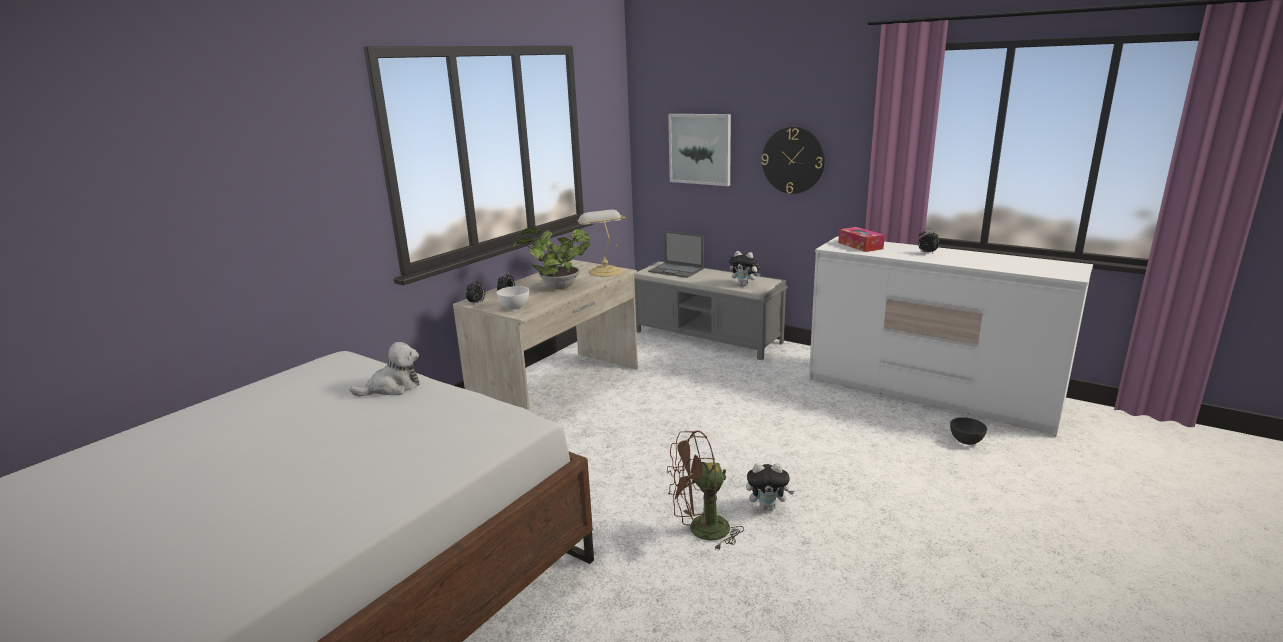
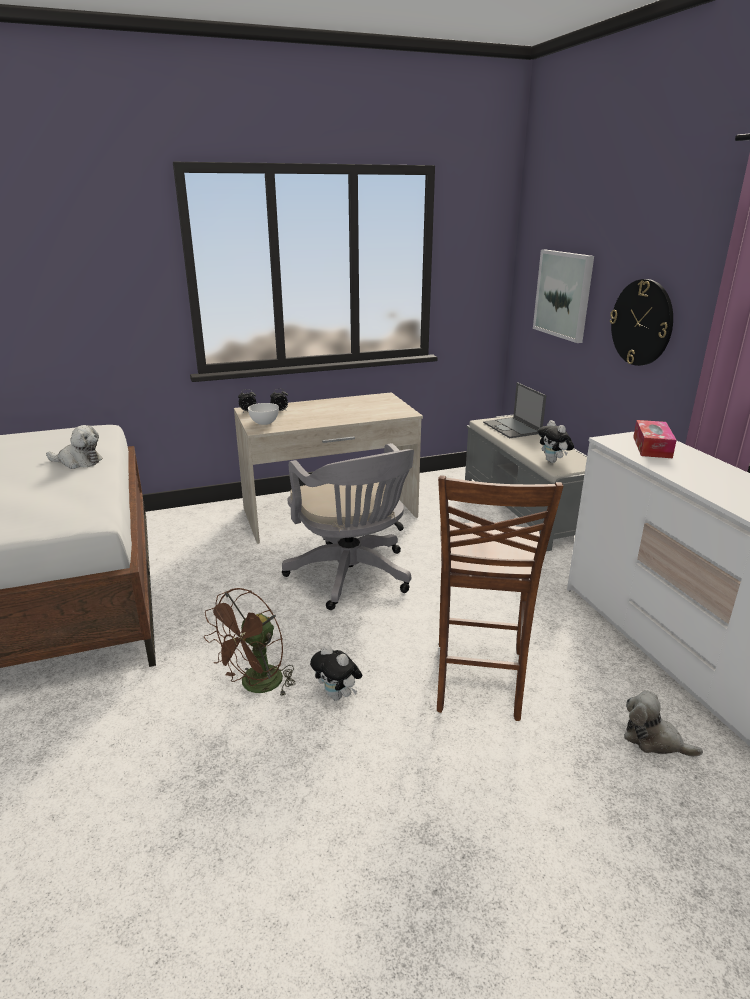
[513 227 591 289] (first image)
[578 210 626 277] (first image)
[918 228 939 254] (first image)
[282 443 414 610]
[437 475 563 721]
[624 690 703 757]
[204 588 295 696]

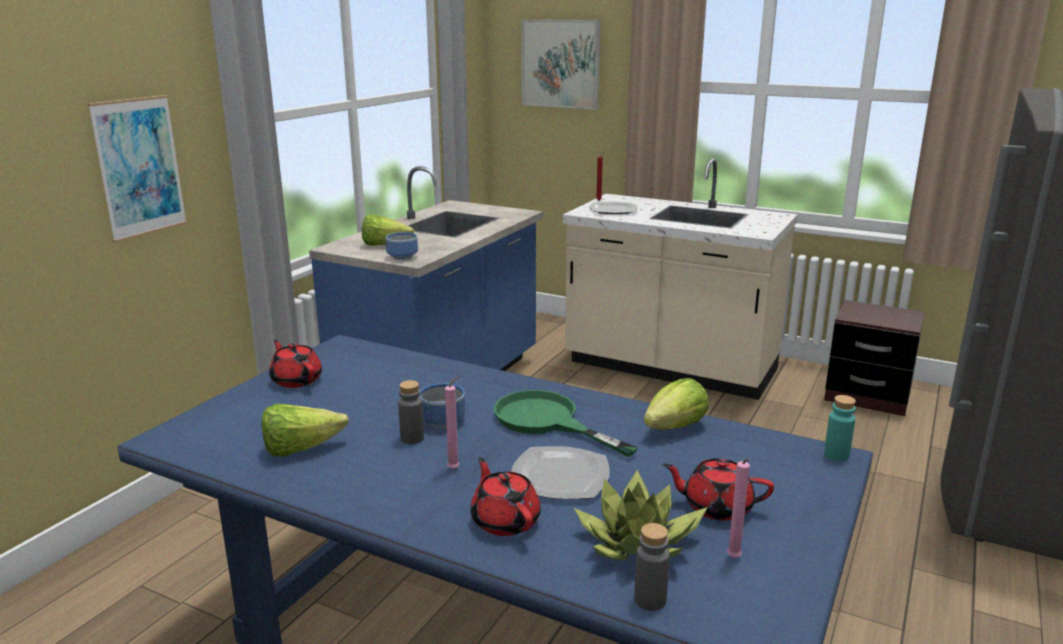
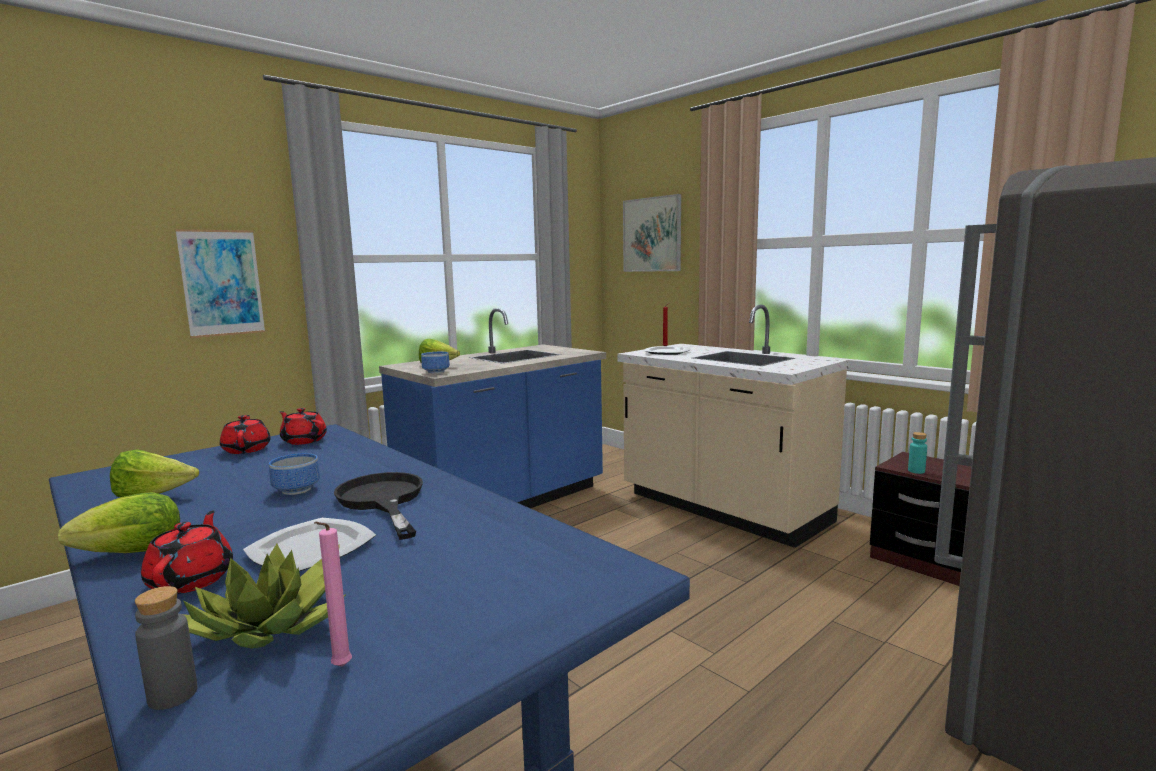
[398 380 424 444] (first image)
[445 376 460 469] (first image)
[58 492 180 553]
[279 408 327 445]
[908 432 927 474]
[334 472 423 540]

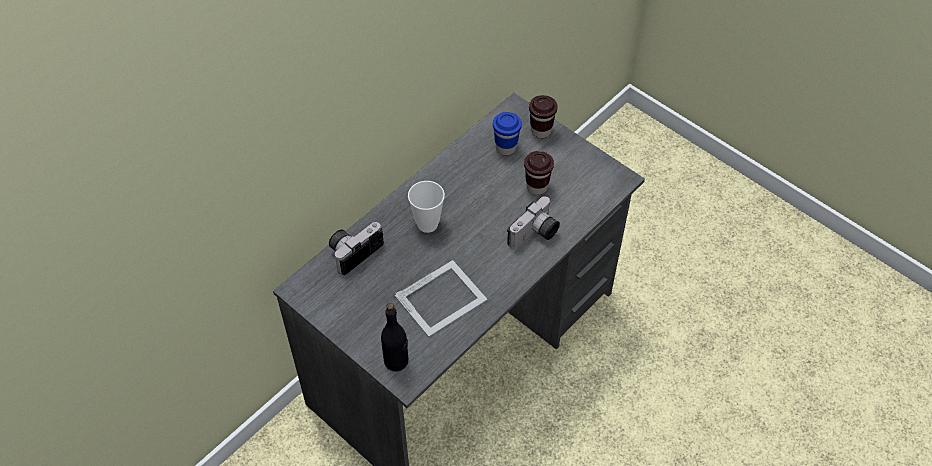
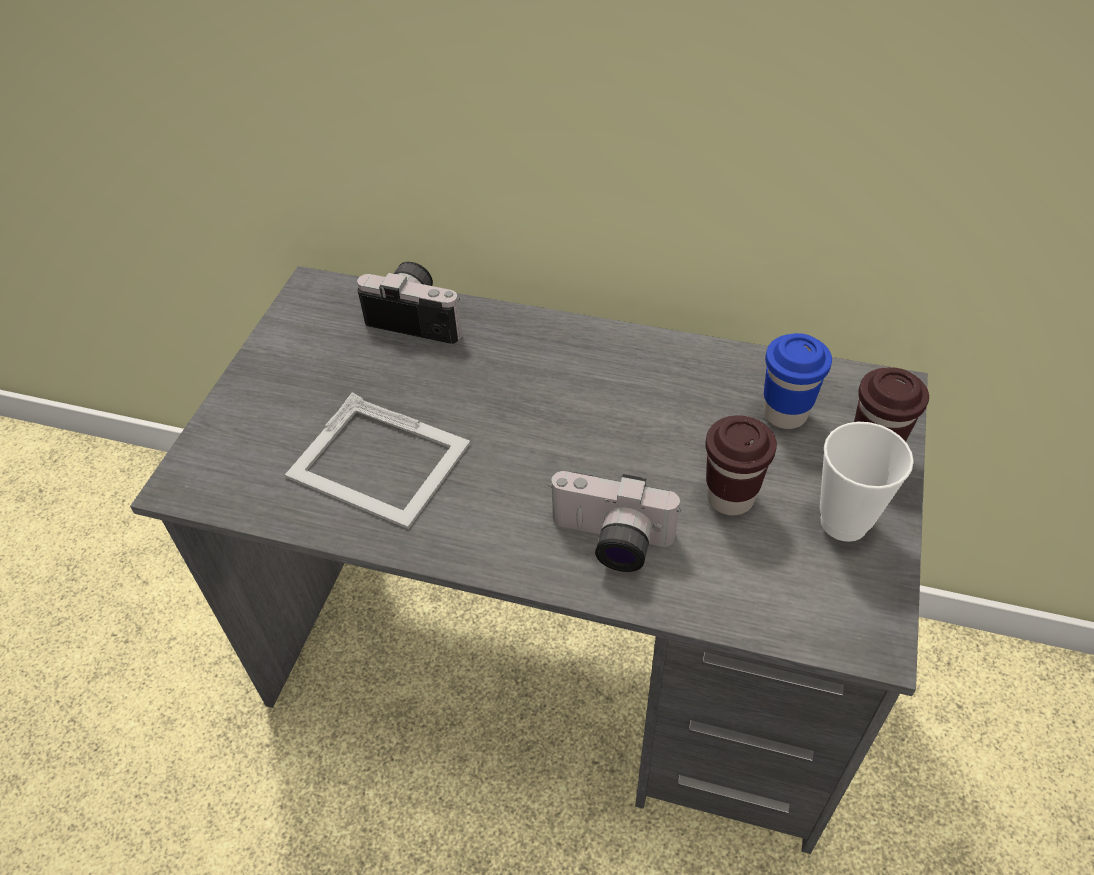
[381 303 409 372] (first image)
[820 422 914 542]

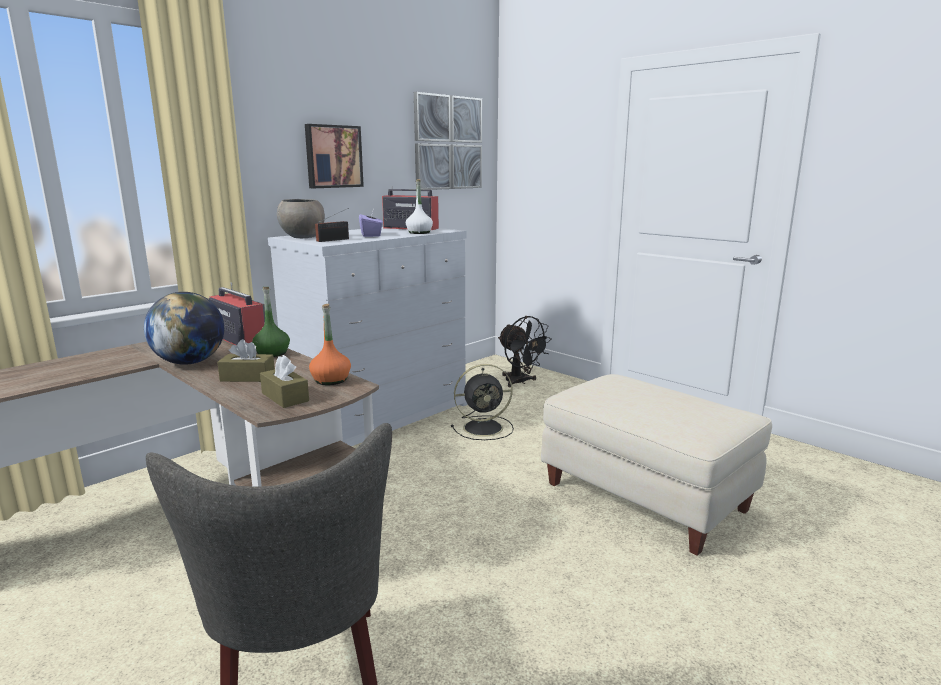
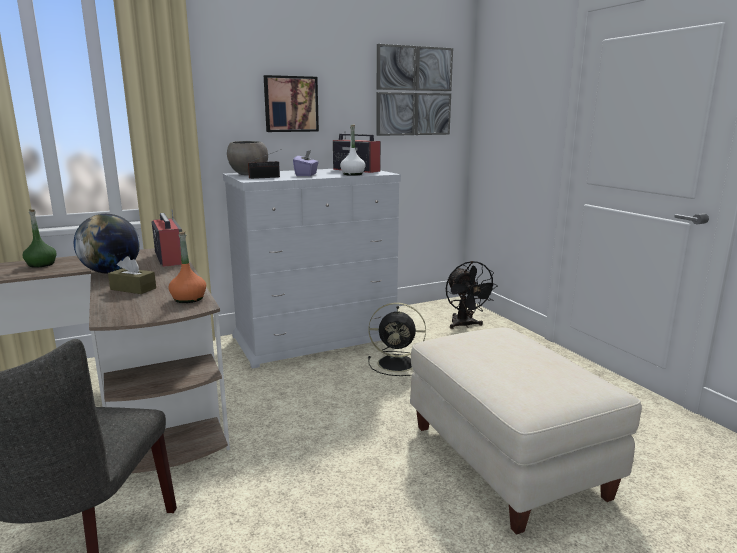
[260 355 309 408] (first image)
[23 209 57 268]

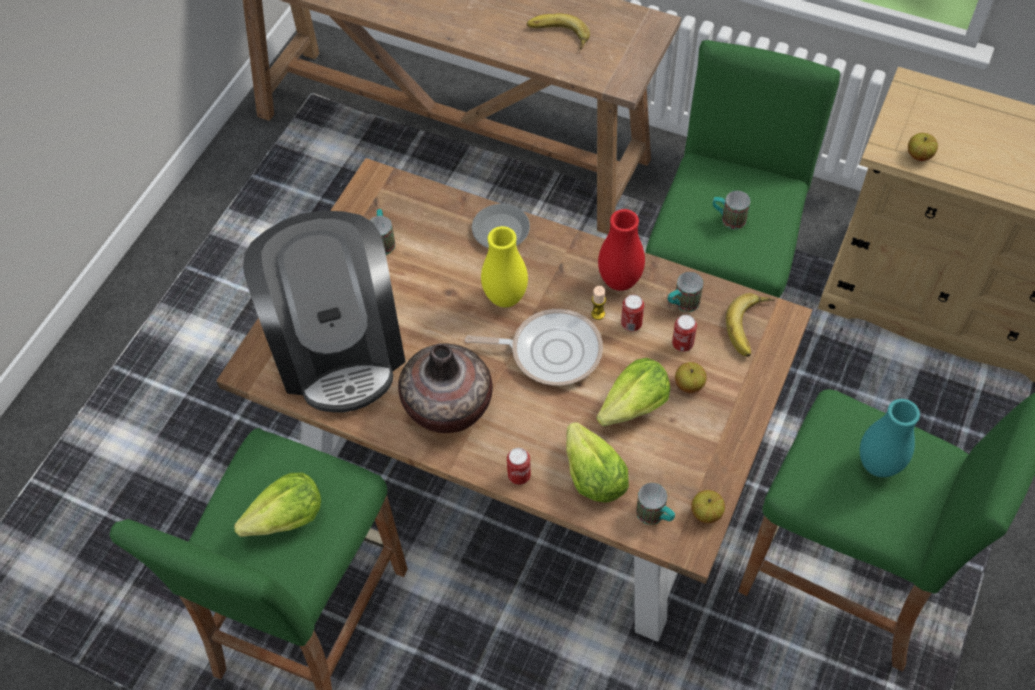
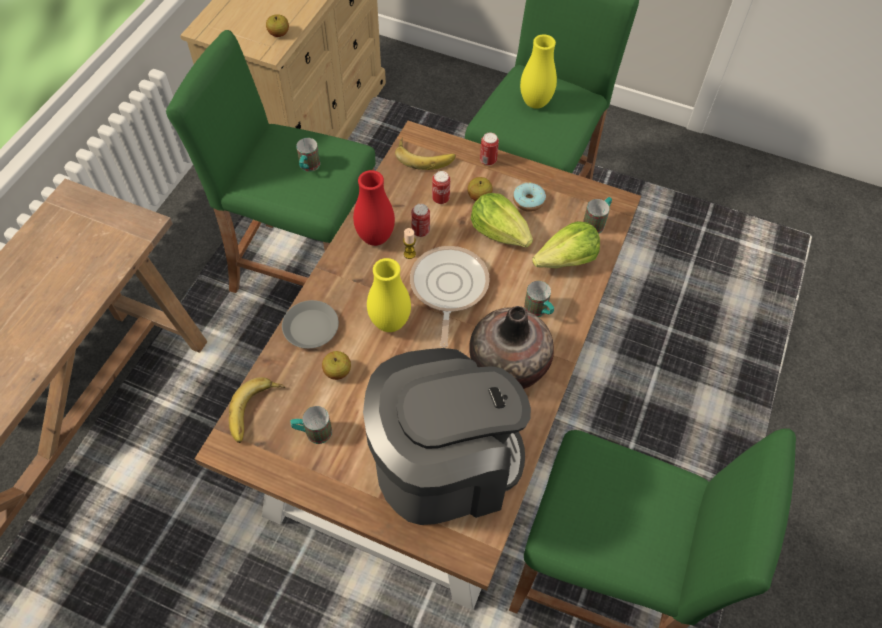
[234 472 321 537] (first image)
[513 183 546 212]
[480 133 499 166]
[229 377 285 443]
[524 281 554 317]
[322 351 351 380]
[520 34 557 109]

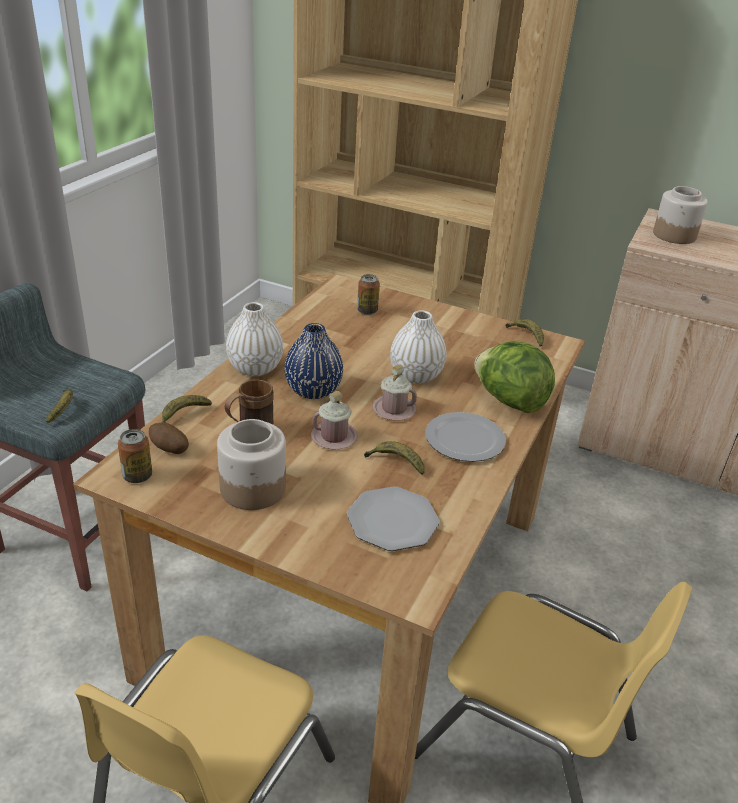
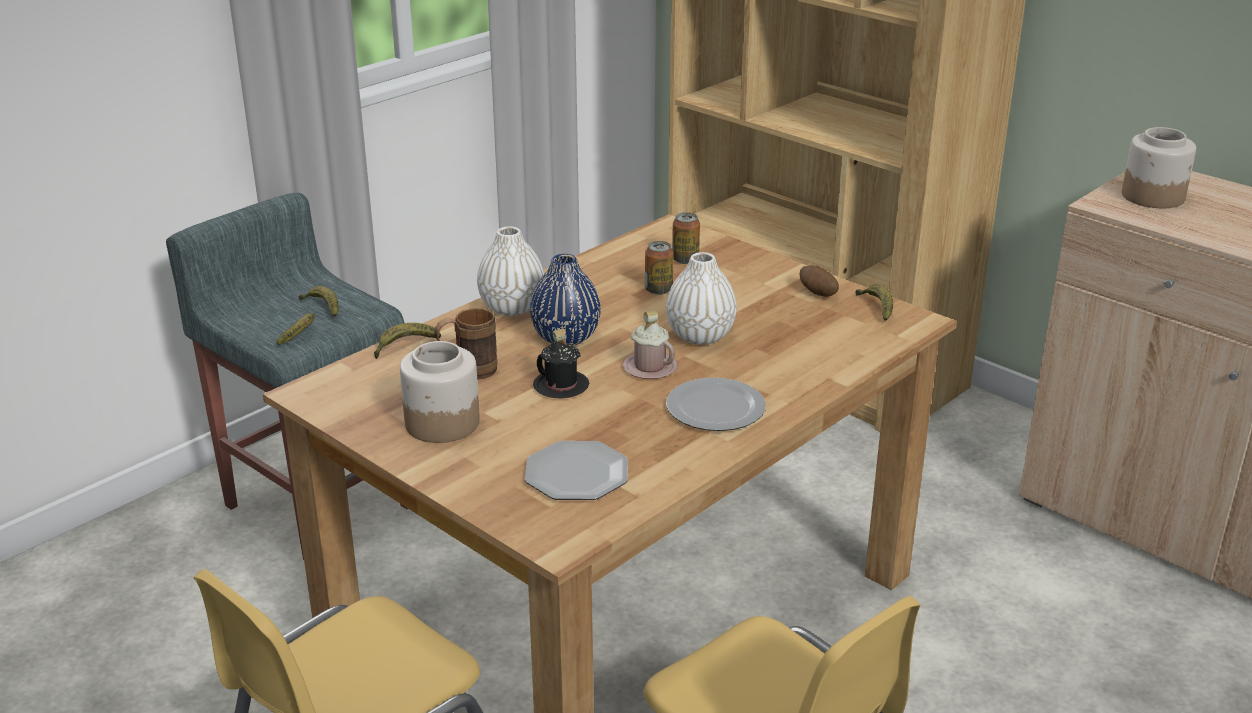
[474 341 555 413] (first image)
[645 241 674 295]
[799 265 839 297]
[298 286 339 317]
[533 328 589 399]

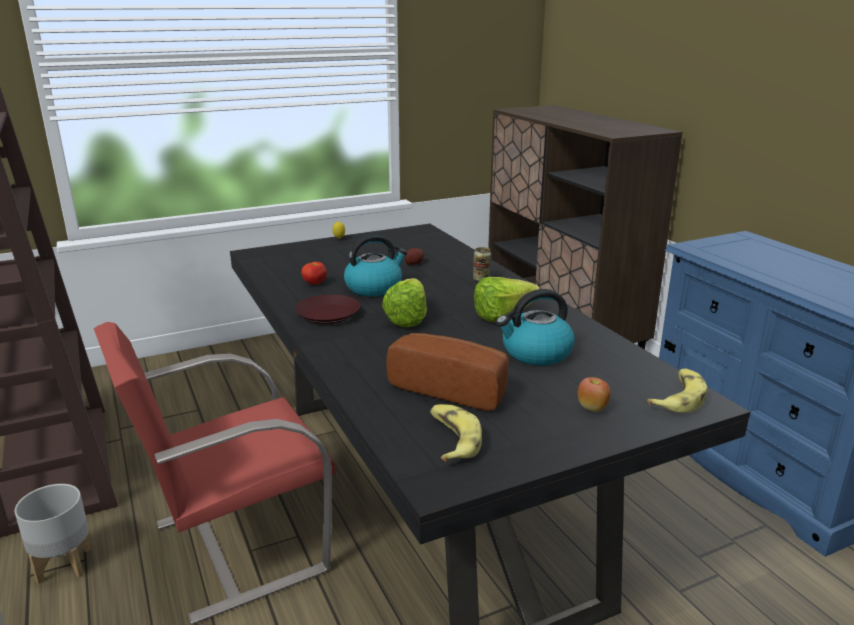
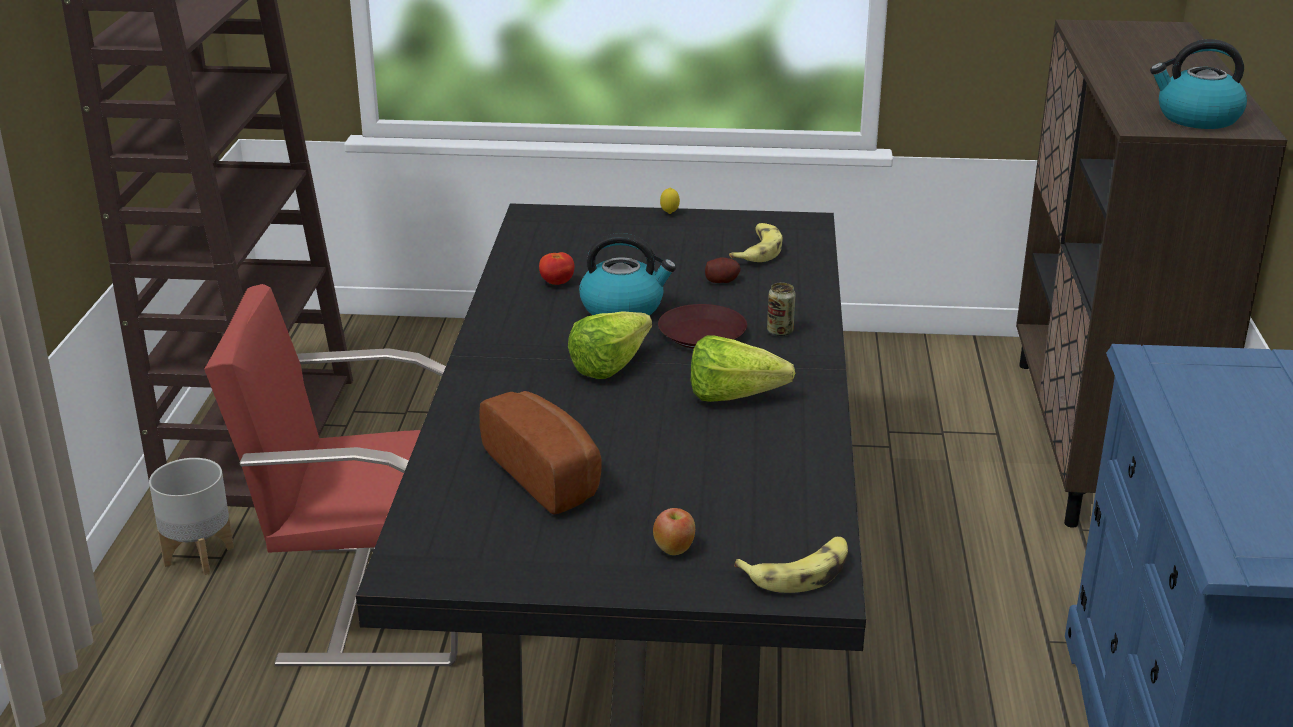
[658 304 747 349]
[729 223 783 262]
[1150 39 1247 129]

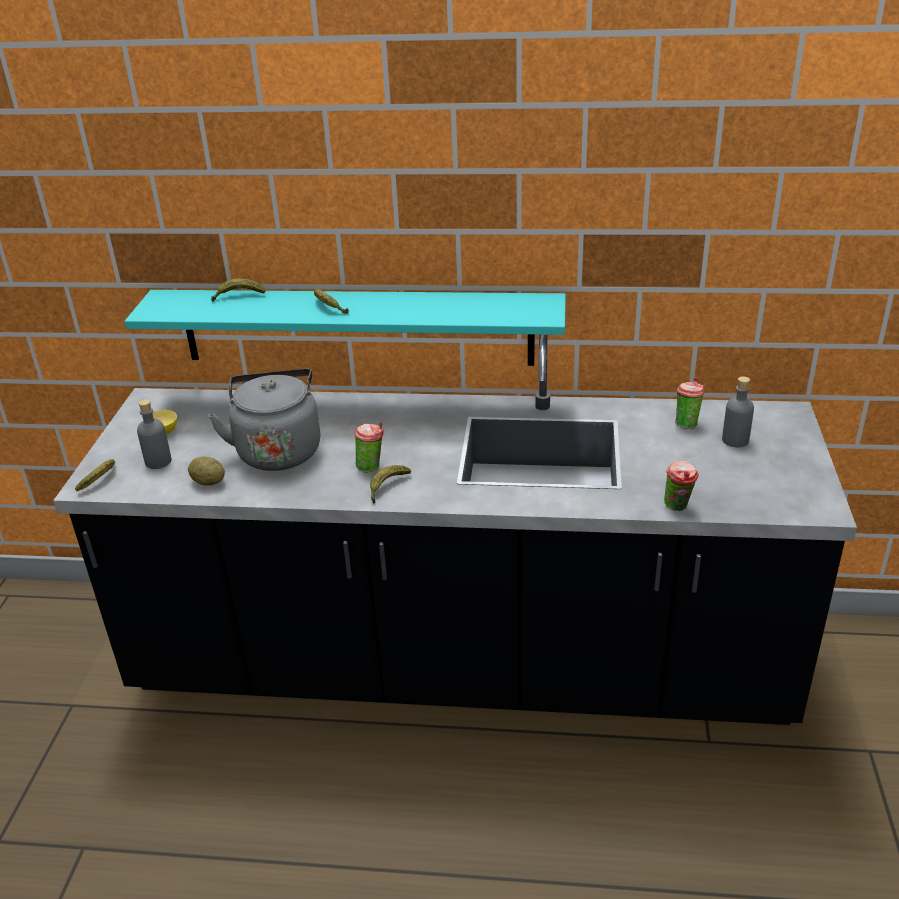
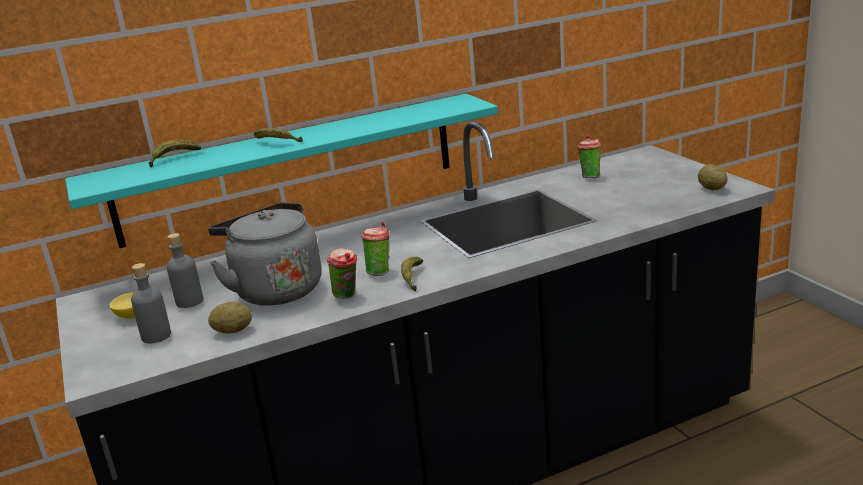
[75 459 115 491] (first image)
[698 164 727 191]
[327 248 357 299]
[167 233 203 308]

